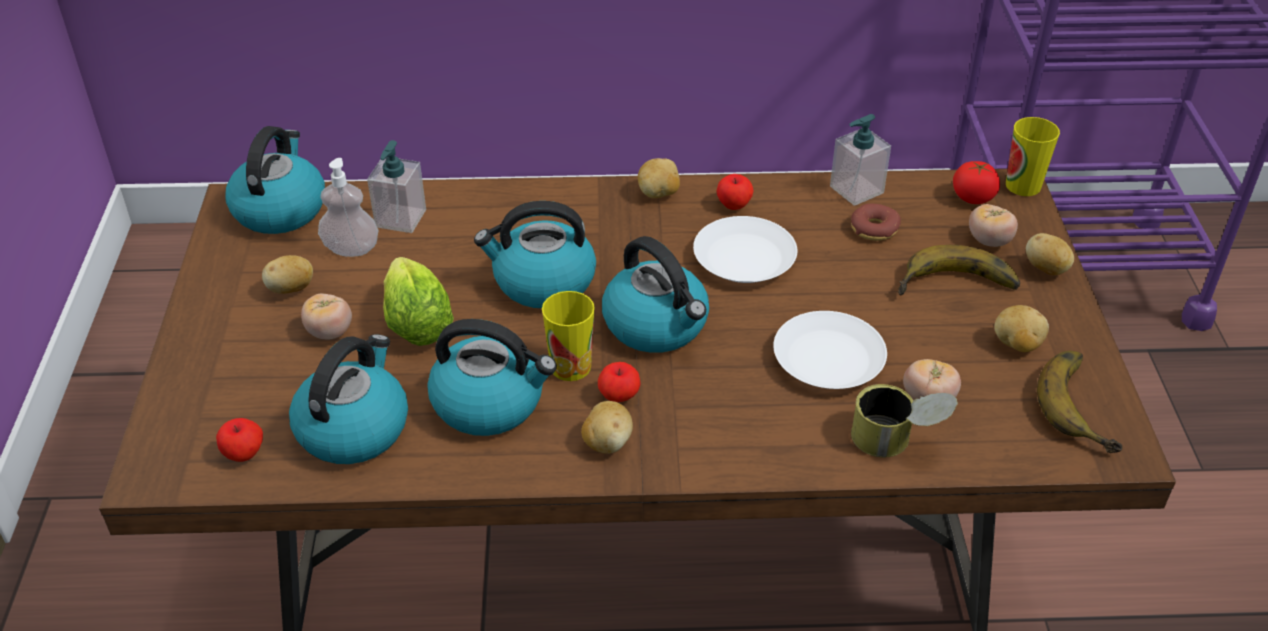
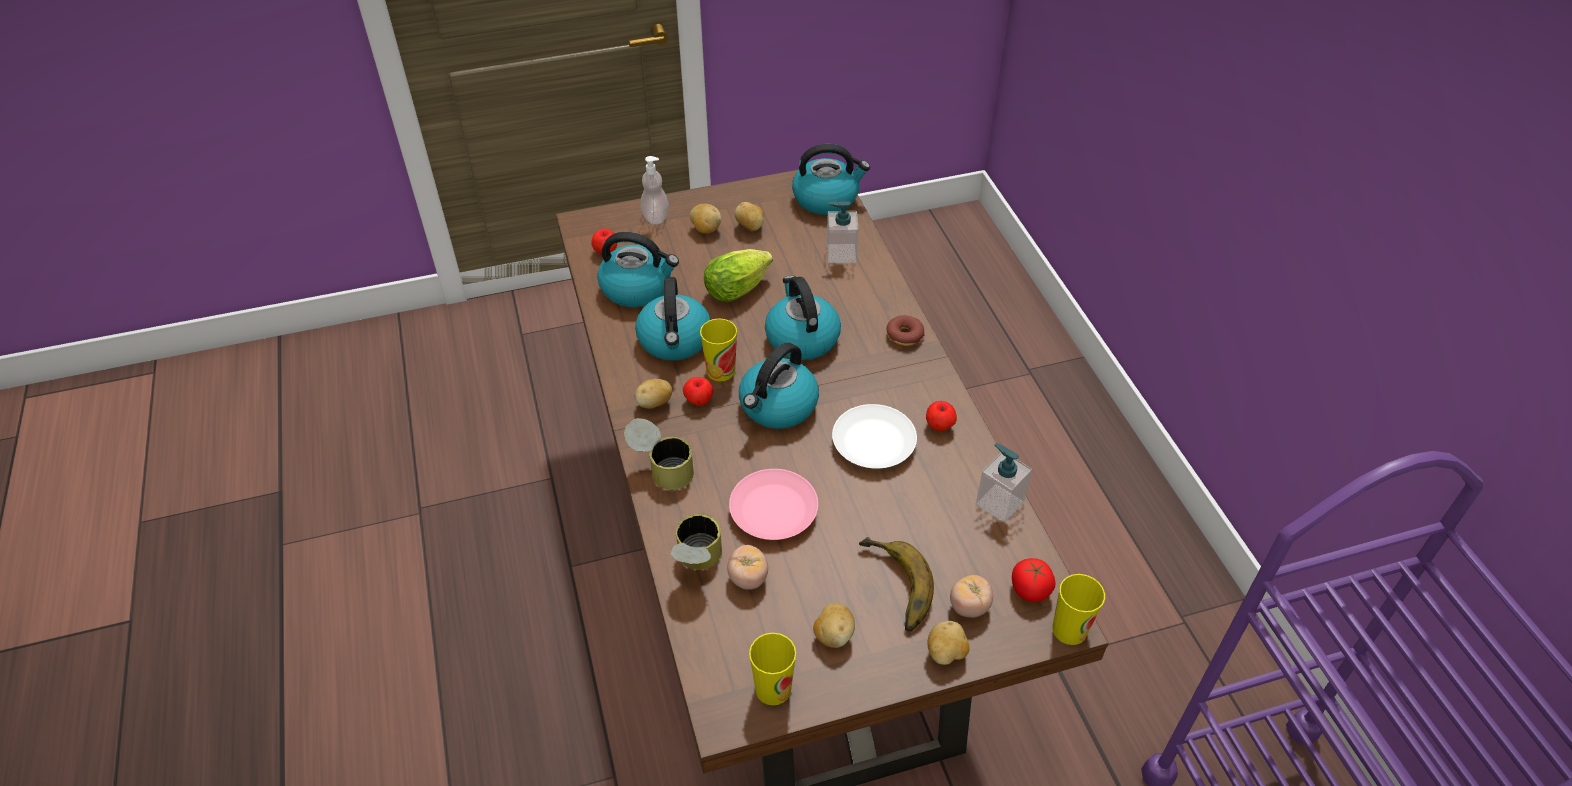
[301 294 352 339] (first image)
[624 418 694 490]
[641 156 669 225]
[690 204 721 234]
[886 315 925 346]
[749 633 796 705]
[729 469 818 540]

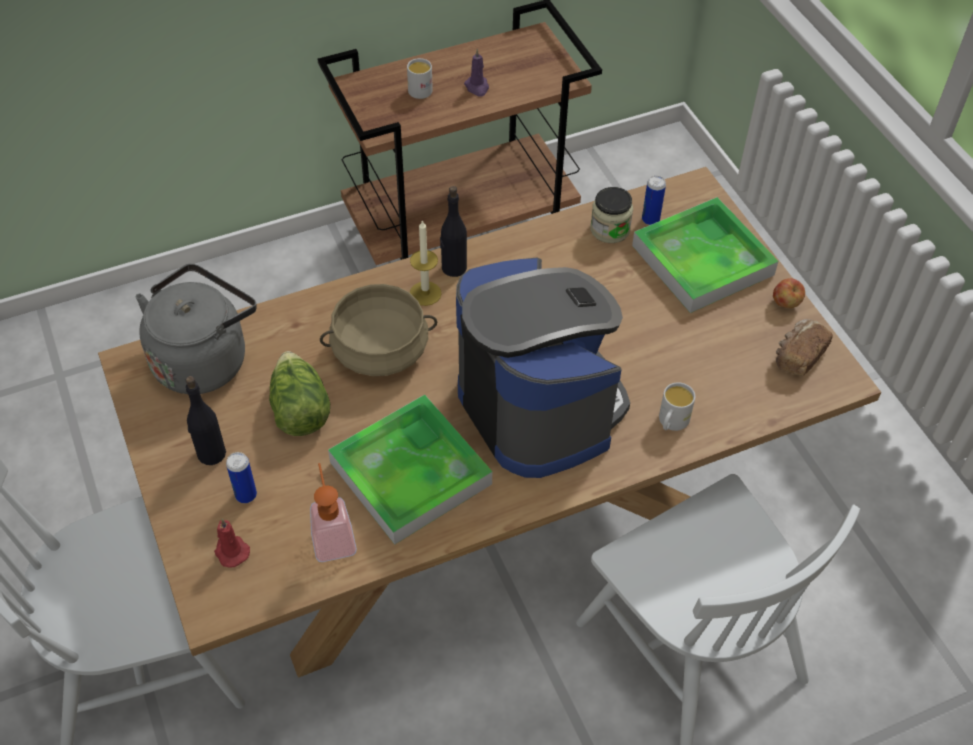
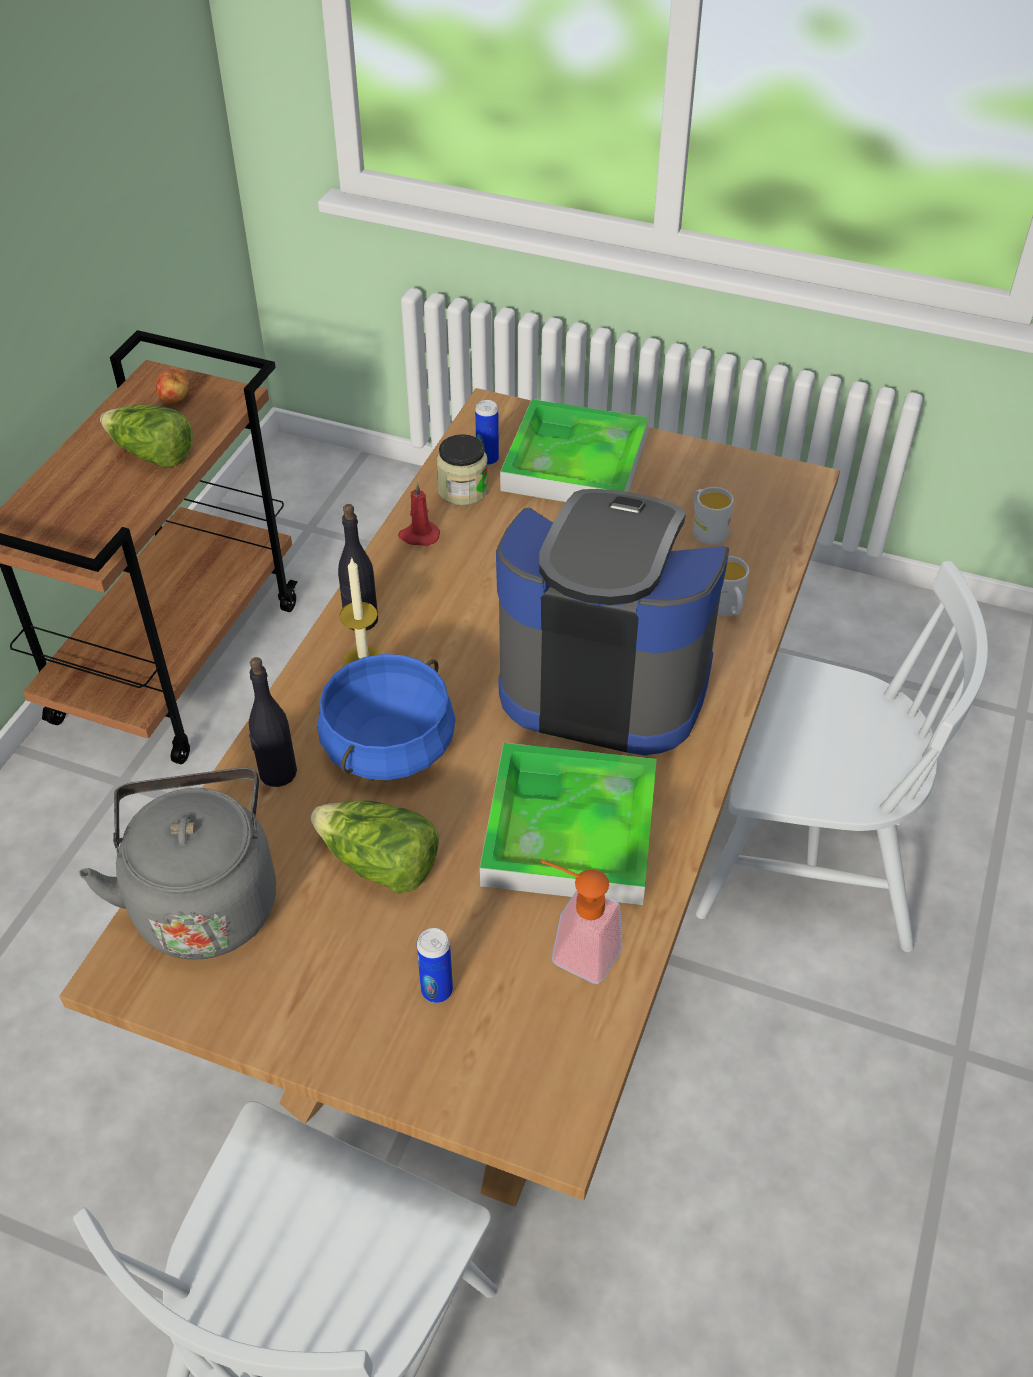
[776 319 833 376] (first image)
[249 657 297 787]
[398 482 440 546]
[693 487 734 545]
[156 369 189 403]
[100 404 193 468]
[317 654 456 780]

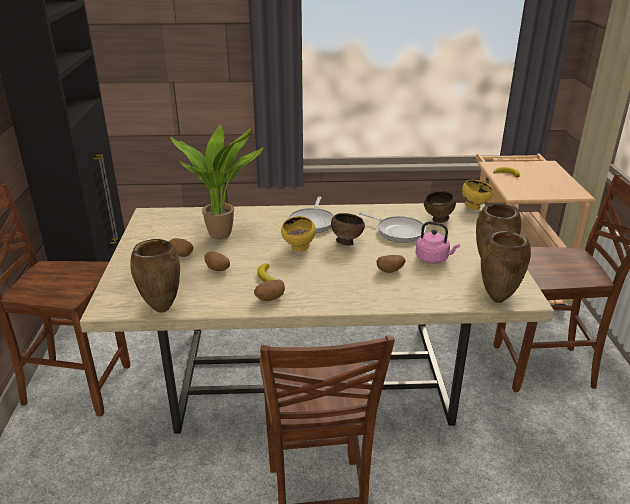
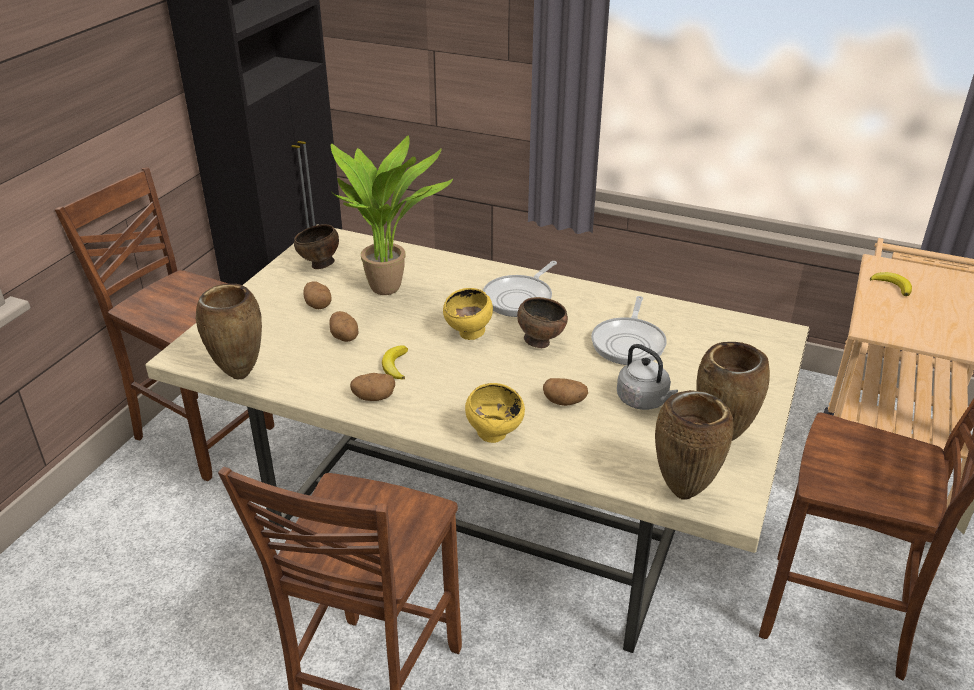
[294 224 339 269]
[465 383 525 443]
[617 344 678 410]
[591 296 667 365]

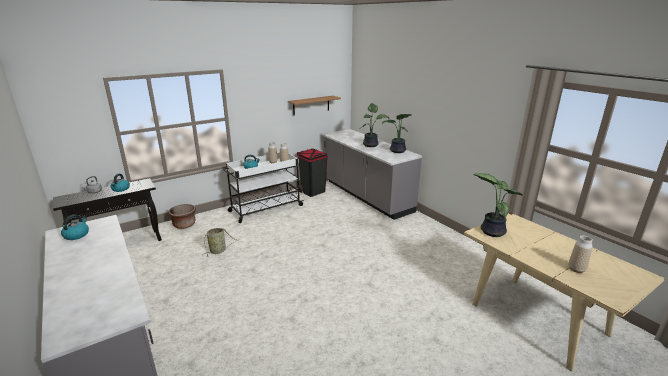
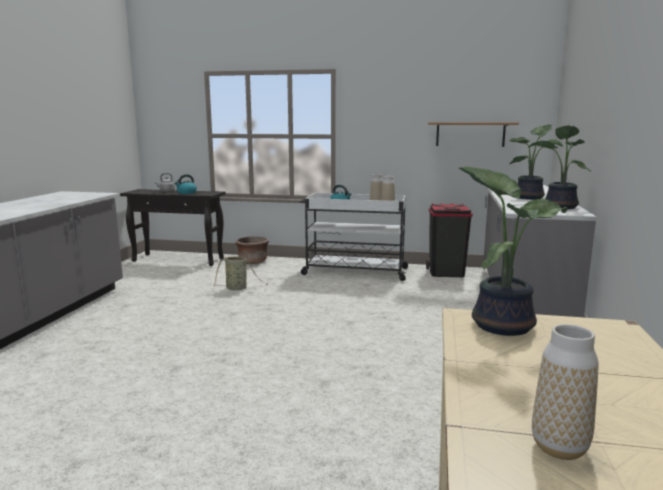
[61 215 89 240] (first image)

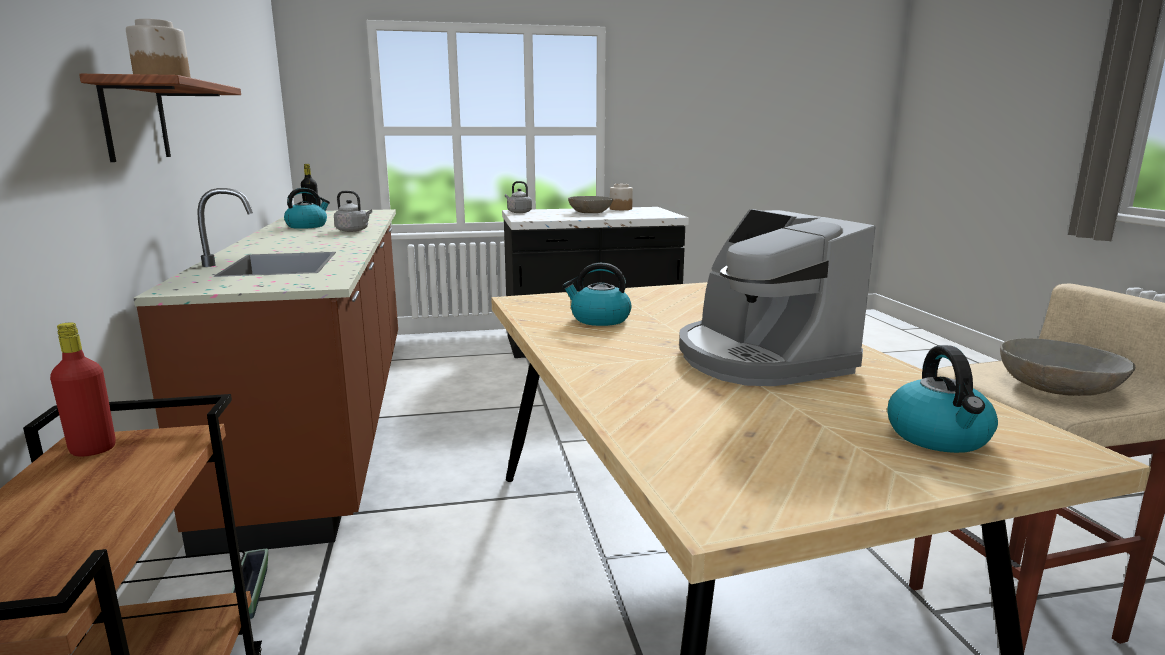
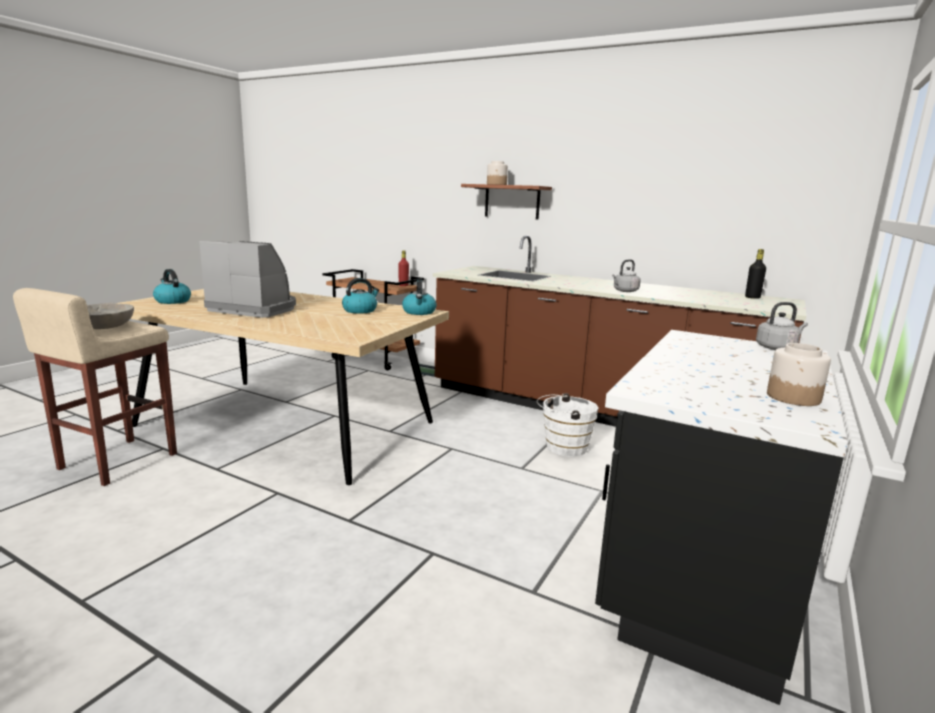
[568 196 613 213] (first image)
[537 393 599 457]
[402 280 437 315]

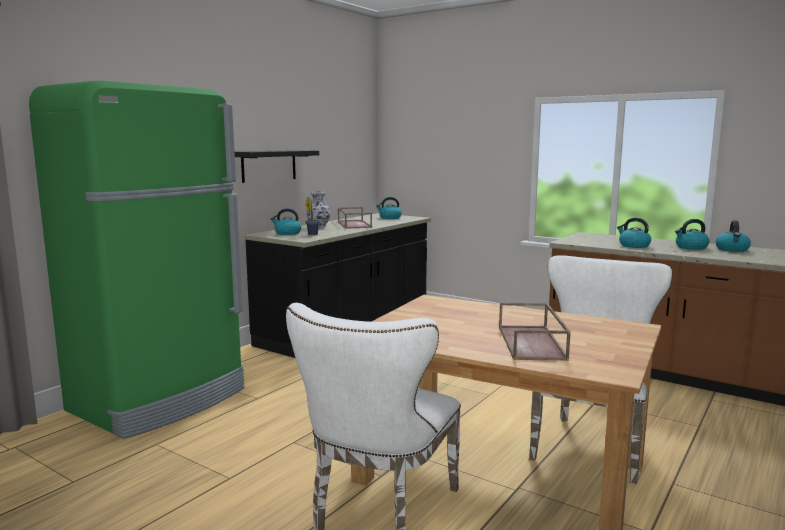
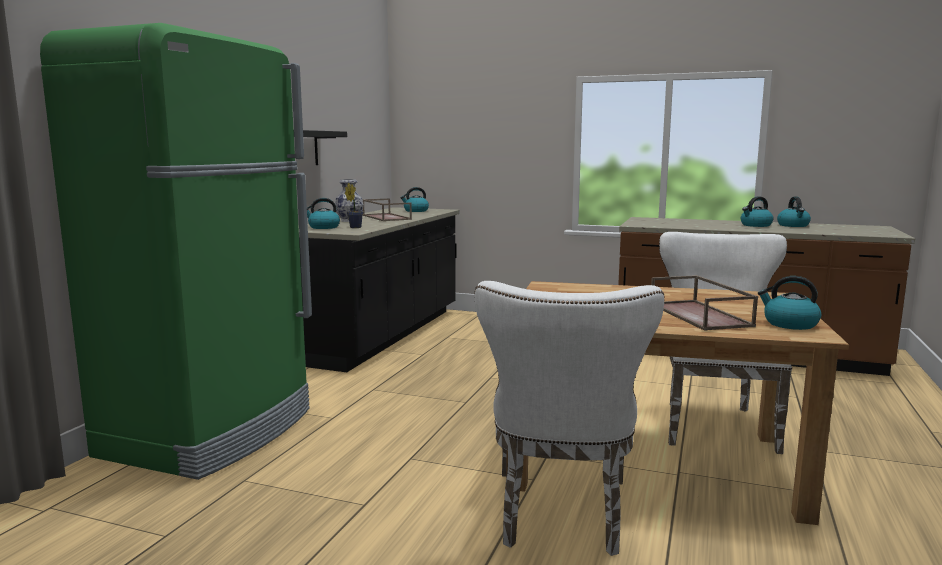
[758 276 821 330]

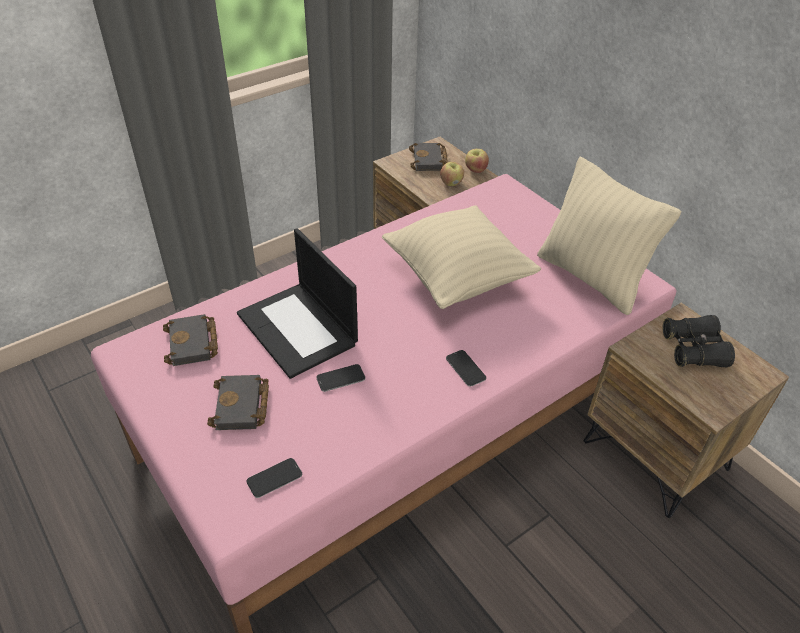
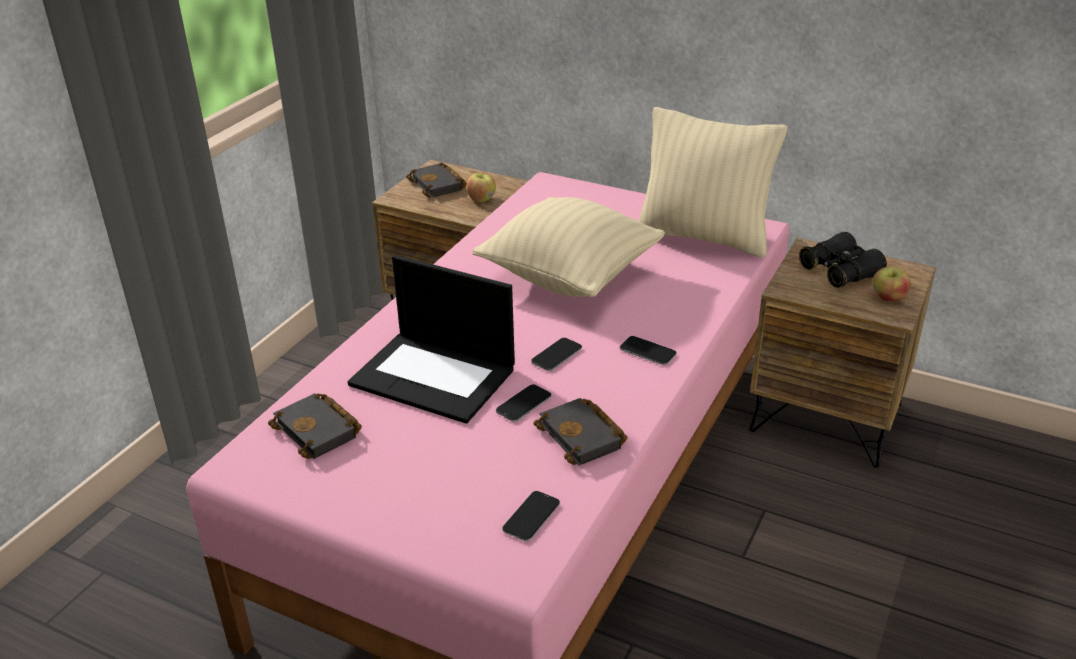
[531 338 582 371]
[533 398 628 466]
[873 266 911 301]

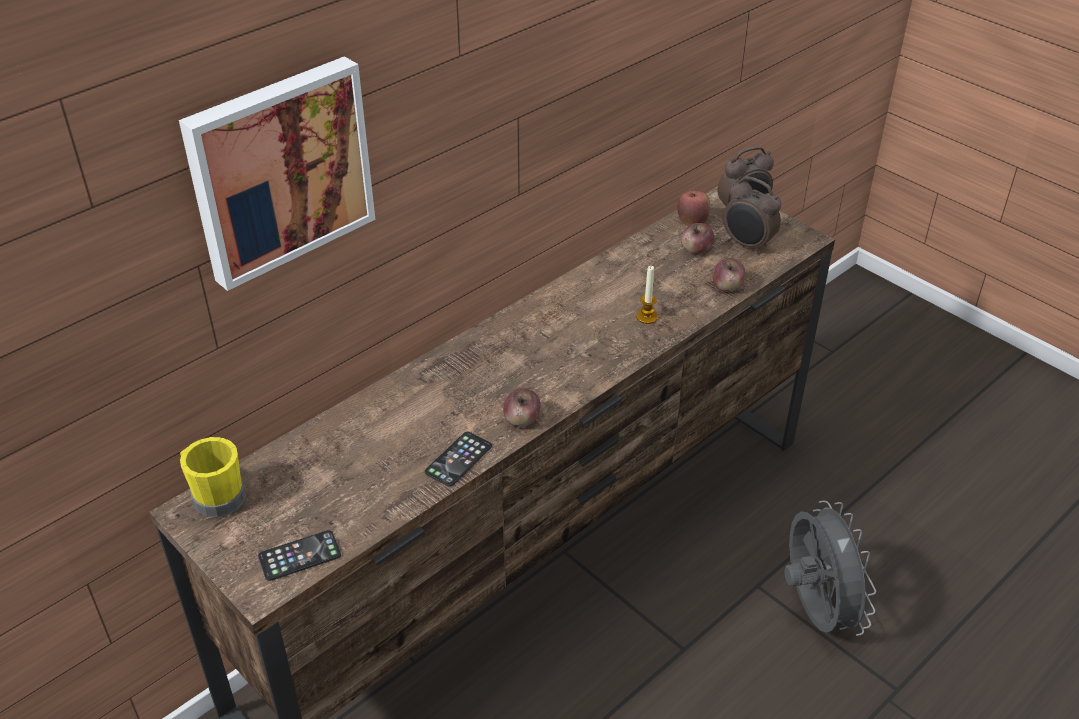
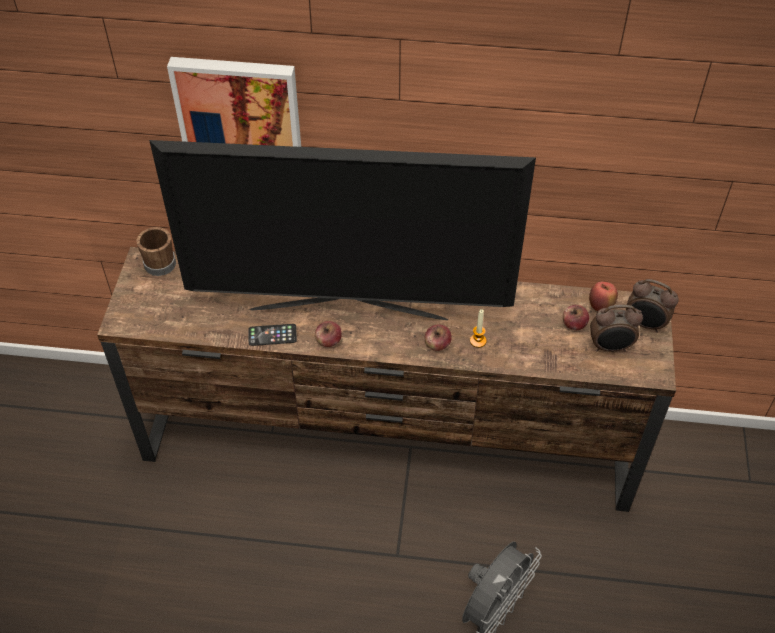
[258 530 341 581] (first image)
[149 140 536 320]
[424 325 452 351]
[136 227 176 276]
[590 305 643 352]

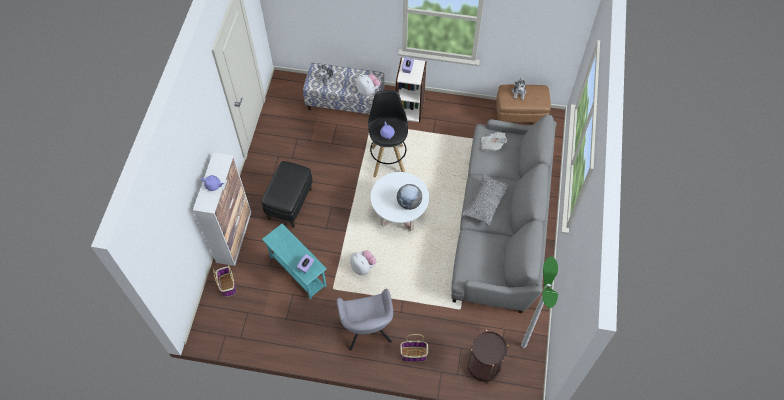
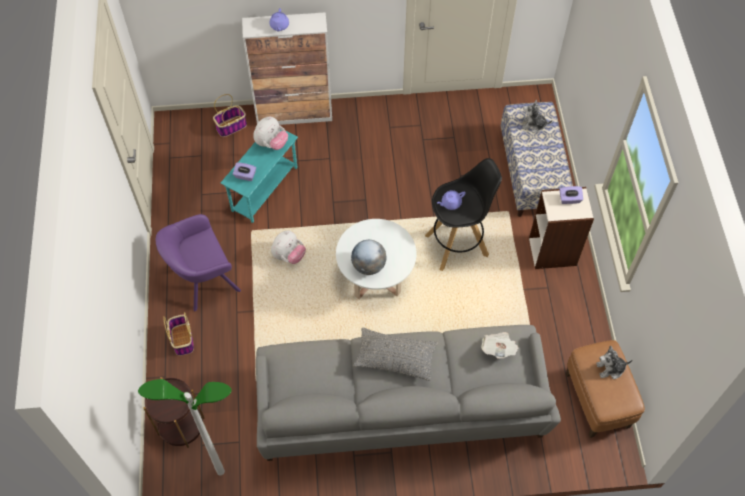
[262 161 313 228] (first image)
[253 116 288 150]
[156 214 241 311]

